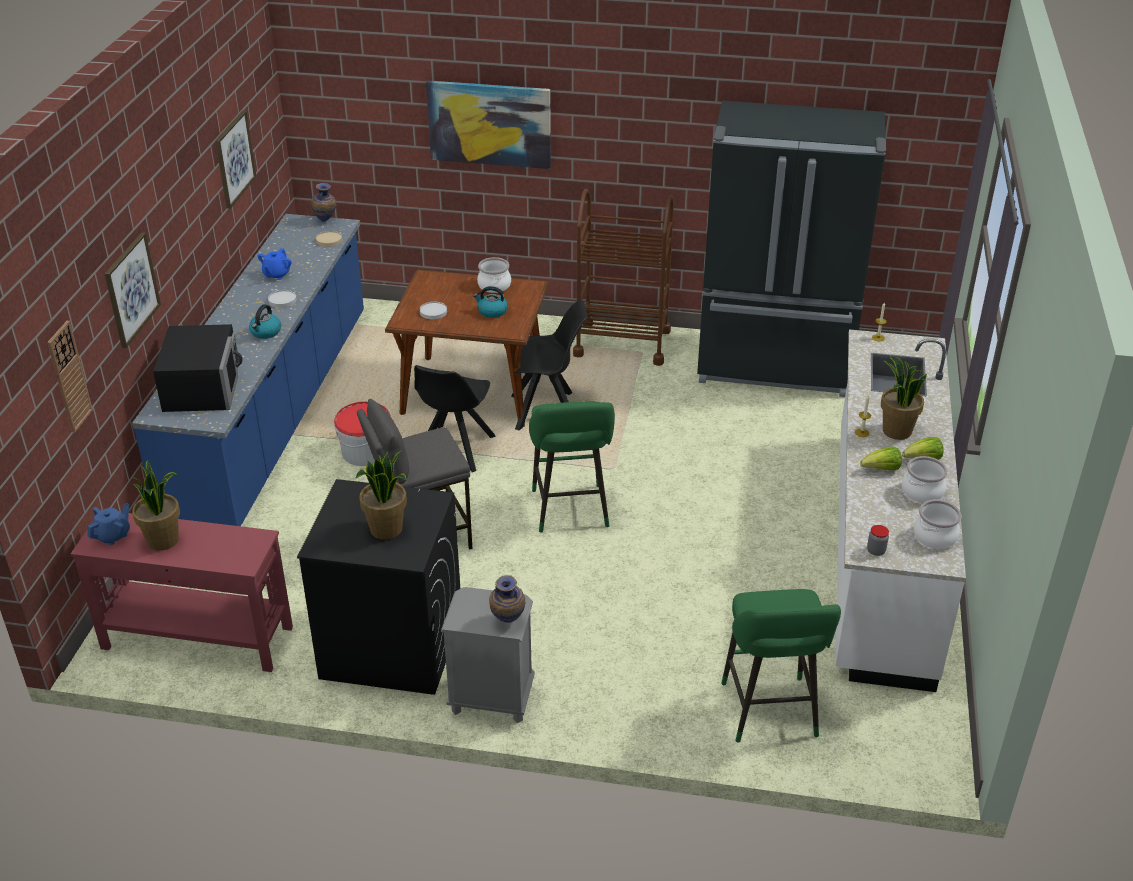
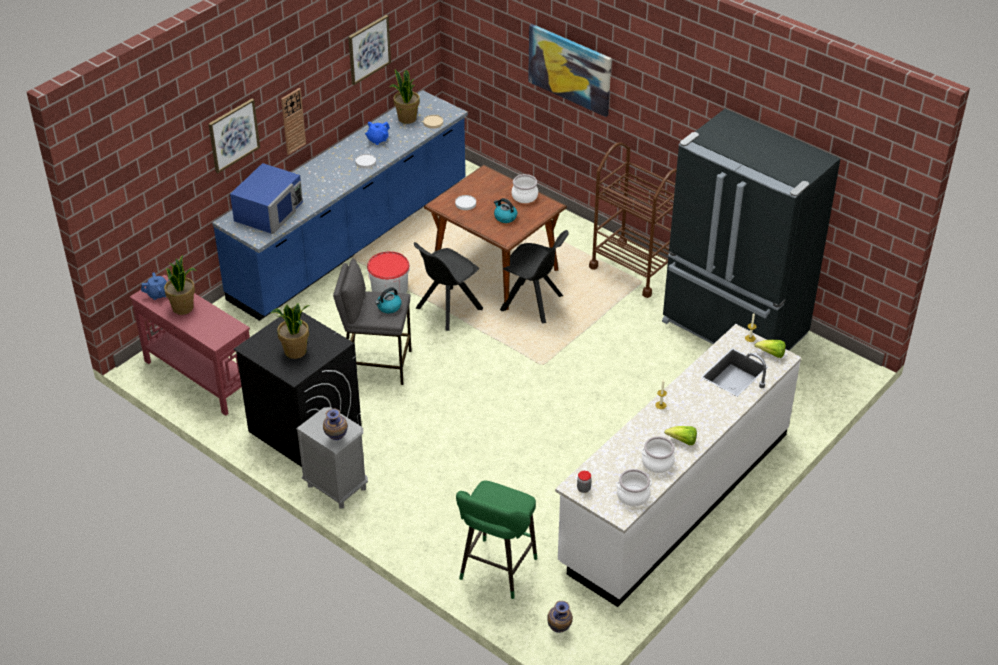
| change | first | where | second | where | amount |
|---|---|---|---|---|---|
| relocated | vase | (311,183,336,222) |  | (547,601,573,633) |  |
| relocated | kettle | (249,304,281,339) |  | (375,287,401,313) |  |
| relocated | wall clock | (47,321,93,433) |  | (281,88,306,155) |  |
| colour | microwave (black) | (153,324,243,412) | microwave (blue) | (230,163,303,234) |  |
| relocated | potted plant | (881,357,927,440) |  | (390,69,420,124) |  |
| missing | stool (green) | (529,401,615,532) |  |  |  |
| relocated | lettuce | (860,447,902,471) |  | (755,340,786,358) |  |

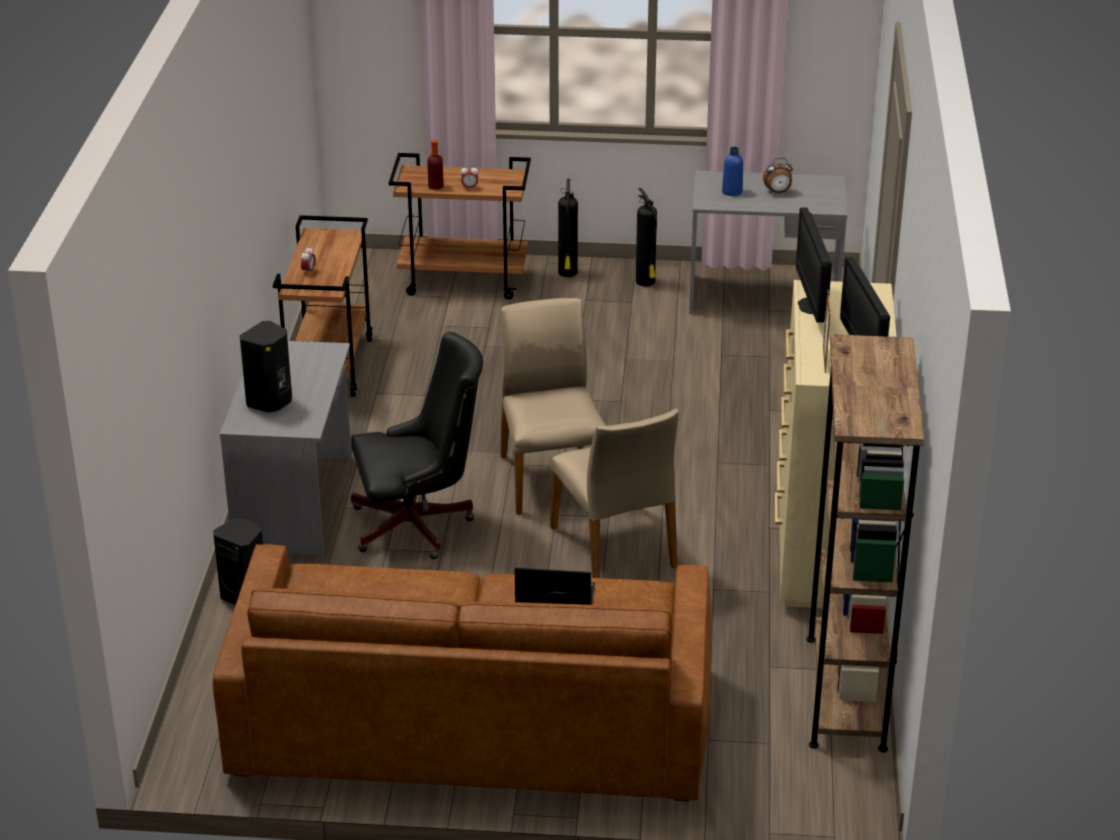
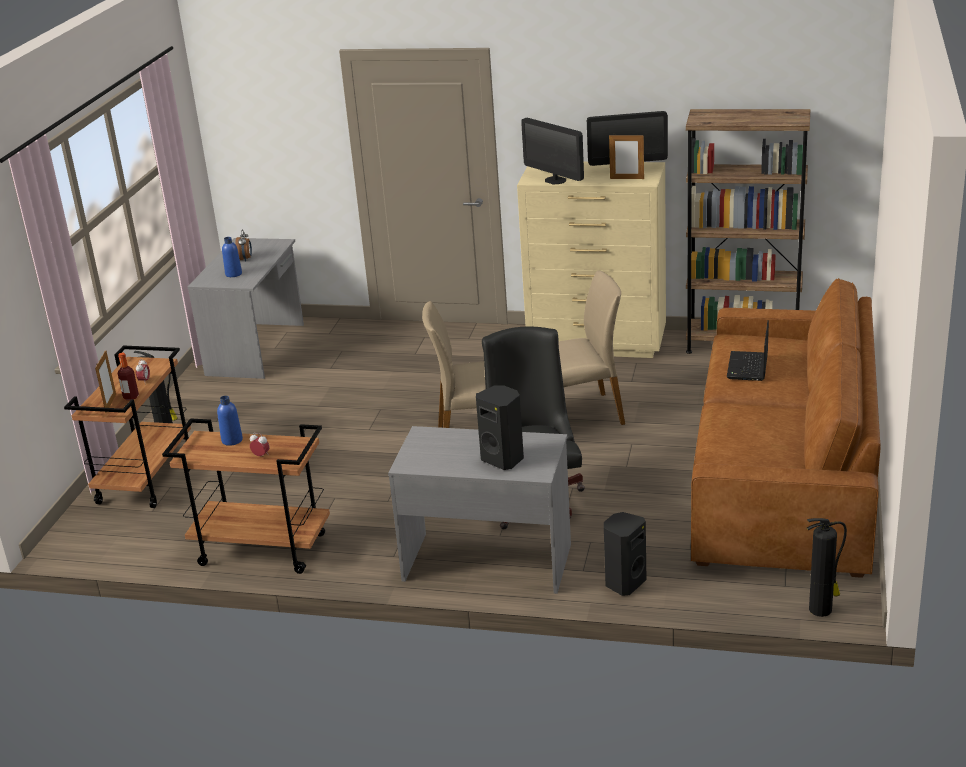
| change | first | where | second | where | amount |
|---|---|---|---|---|---|
| relocated | fire extinguisher | (636,188,657,287) |  | (807,518,847,617) |  |
| spun | monitor | (796,207,832,323) |  | (521,118,584,184) | 45 degrees clockwise |
| appeared |  |  | picture frame | (95,350,116,413) |  |
| appeared |  |  | bottle (blue) | (217,396,243,446) |  |

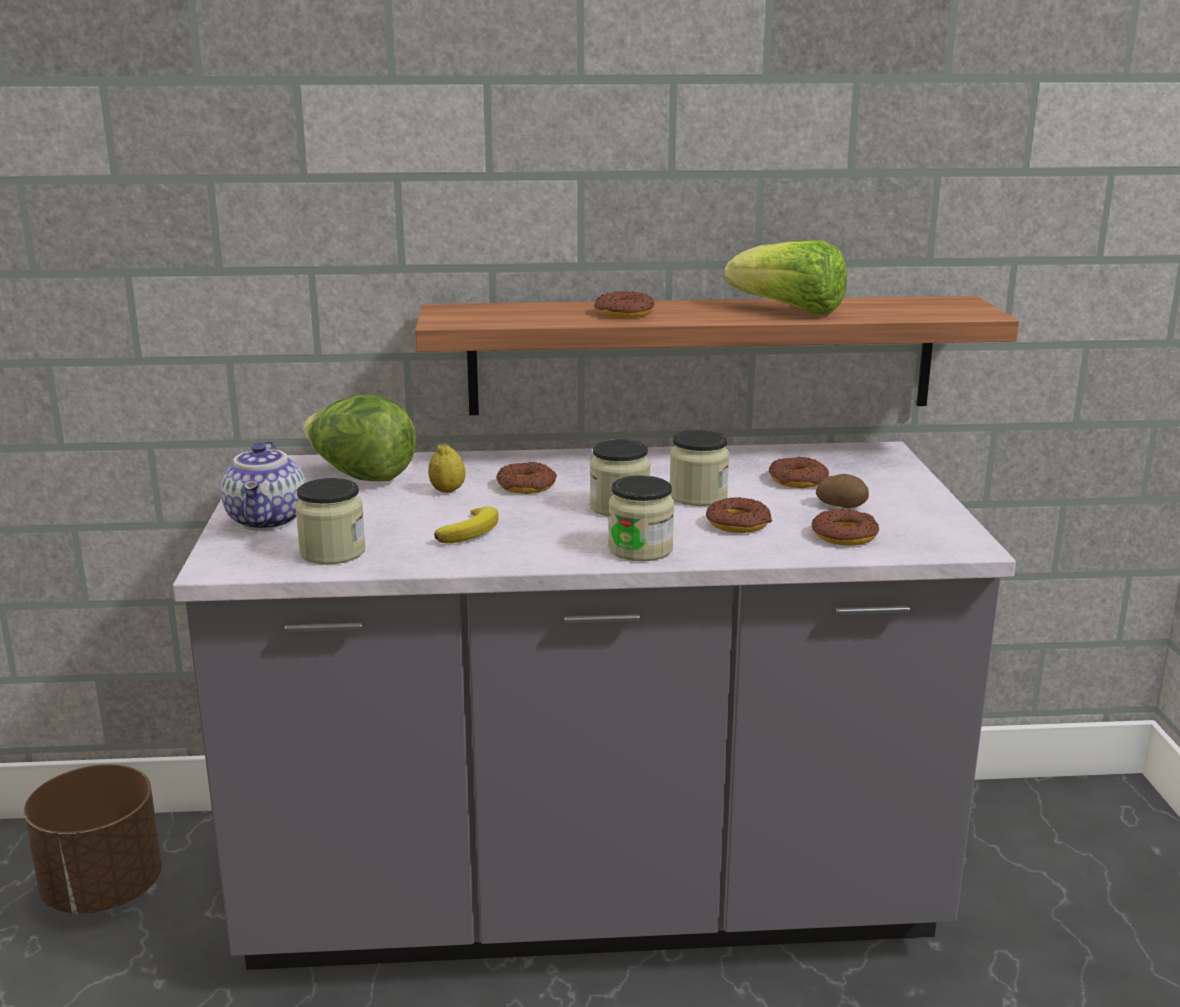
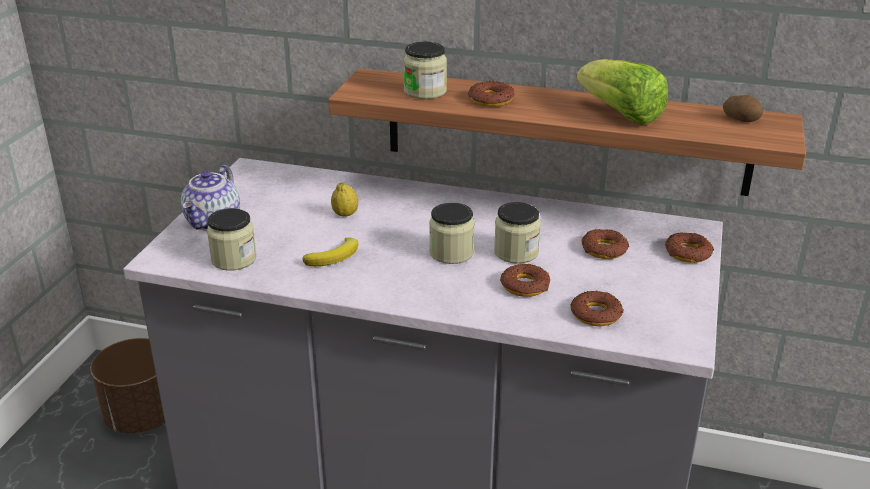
| change | first | where | second | where | amount |
|---|---|---|---|---|---|
| missing | lettuce | (303,395,416,481) |  |  |  |
| relocated | donut | (496,462,557,494) |  | (665,232,714,263) |  |
| relocated | potato | (816,474,869,508) |  | (723,95,763,122) |  |
| relocated | jar | (608,475,674,561) |  | (403,42,447,99) |  |

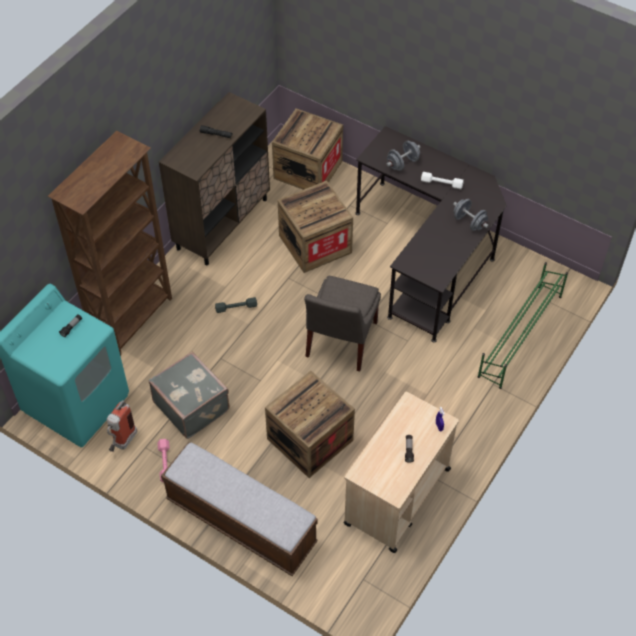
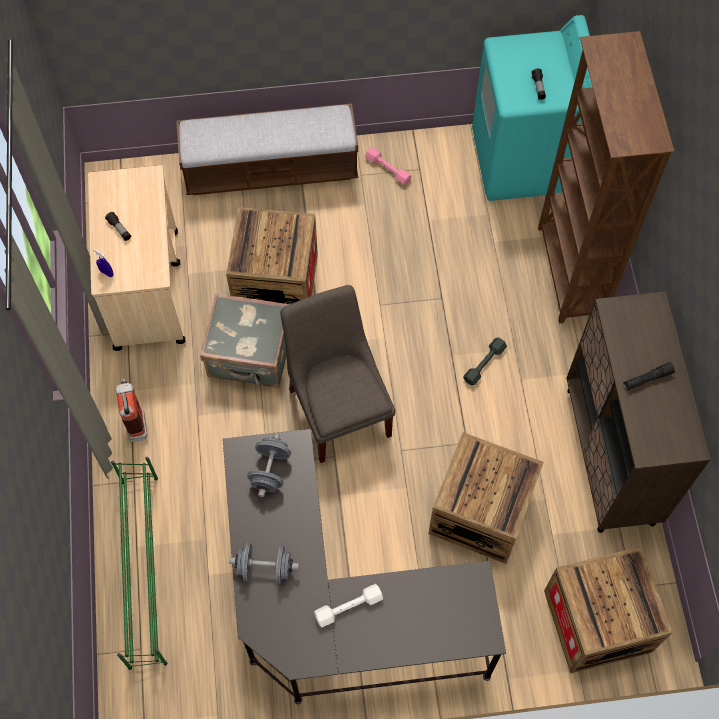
| change | first | where | second | where | amount |
|---|---|---|---|---|---|
| relocated | dumbbell (grey) | (386,141,421,171) |  | (247,433,291,497) |  |
| relocated | suitcase (grey) | (149,351,230,439) |  | (200,293,290,388) |  |
| relocated | fire extinguisher | (107,400,137,452) |  | (116,379,148,442) |  |

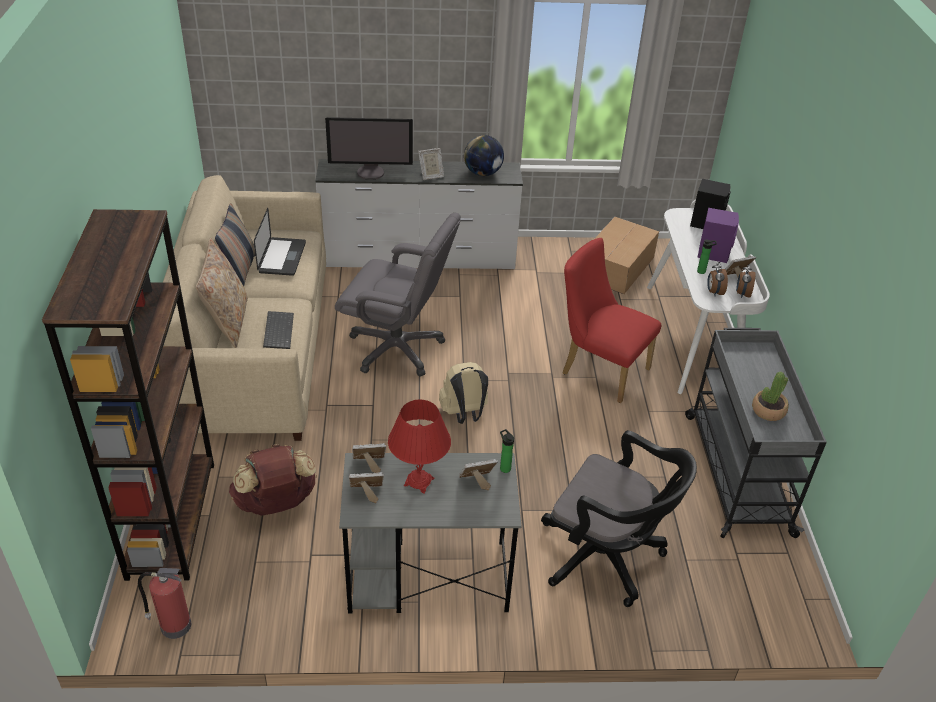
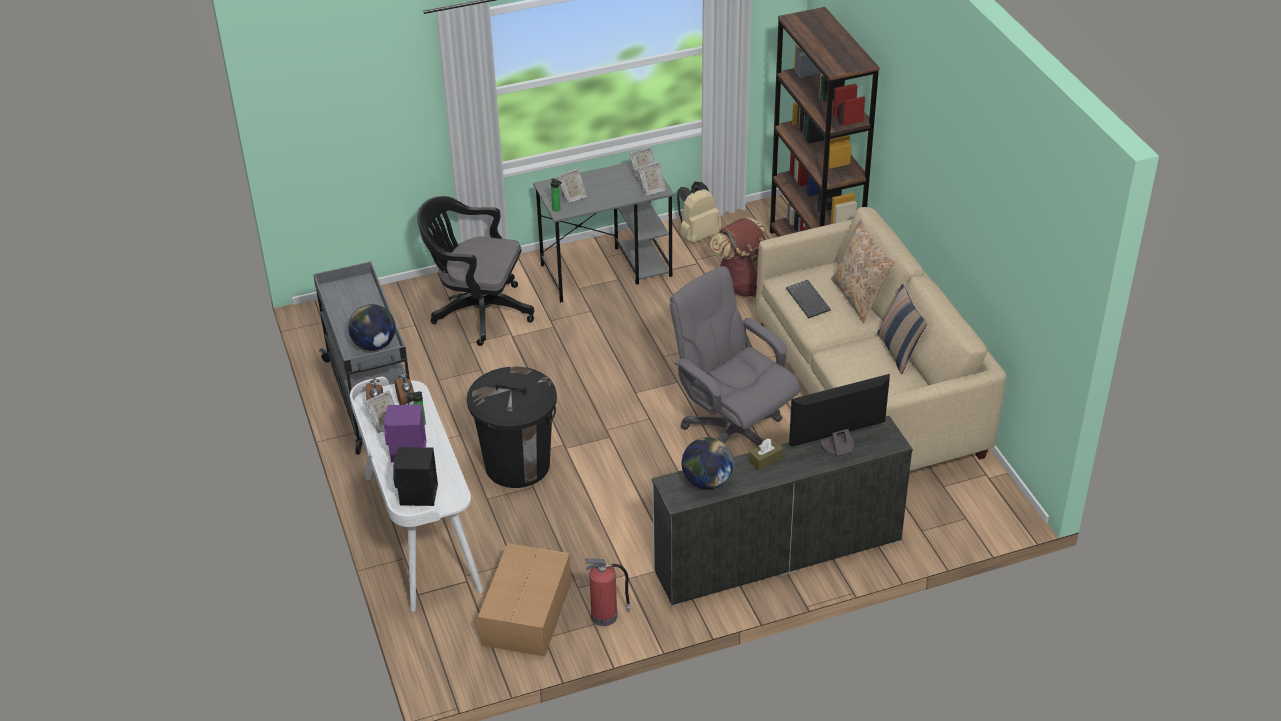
| change | first | where | second | where | amount |
|---|---|---|---|---|---|
| exchanged | picture frame | (418,148,444,180) | tissue box (brown) | (749,439,783,470) |  |
| missing | laptop | (254,208,306,276) |  |  |  |
| spun | office chair (grey) | (335,213,461,377) |  | (670,266,800,447) | 45 degrees clockwise |
| exchanged | chair (red) | (563,238,661,403) | trash can (black) | (467,367,557,488) |  |
| relocated | backpack (beige) | (439,362,488,424) |  | (677,181,721,243) |  |
| missing | potted plant | (752,372,789,421) |  |  |  |
| missing | table lamp (red) | (388,400,451,493) |  |  |  |
| relocated | fire extinguisher | (138,568,191,639) |  | (585,559,631,626) |  |
| appeared |  |  | globe | (348,304,395,351) |  |

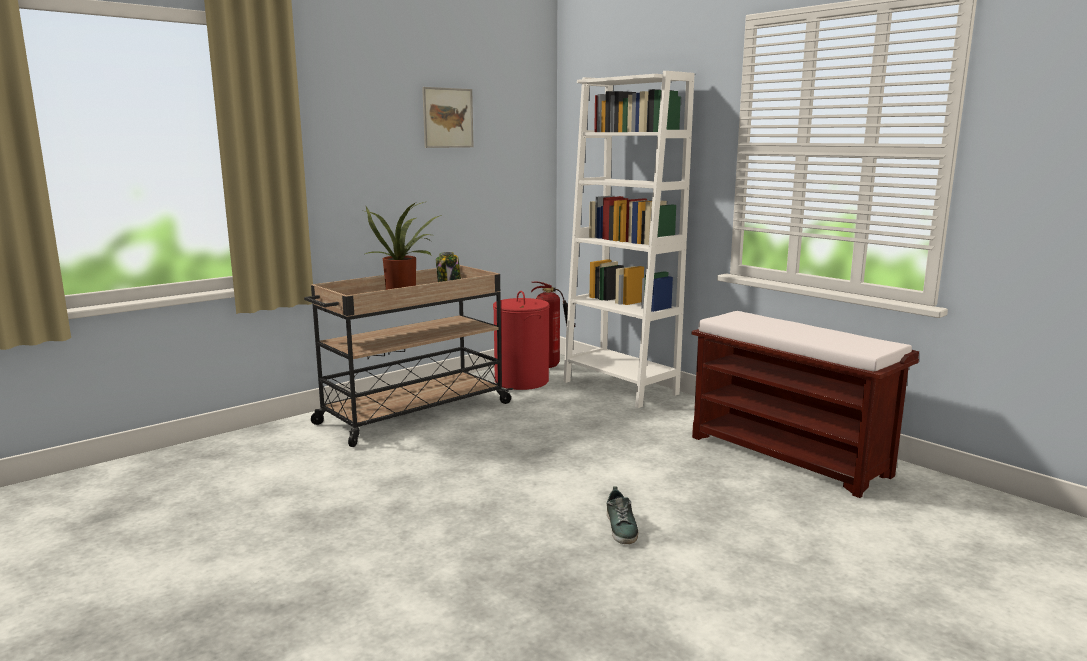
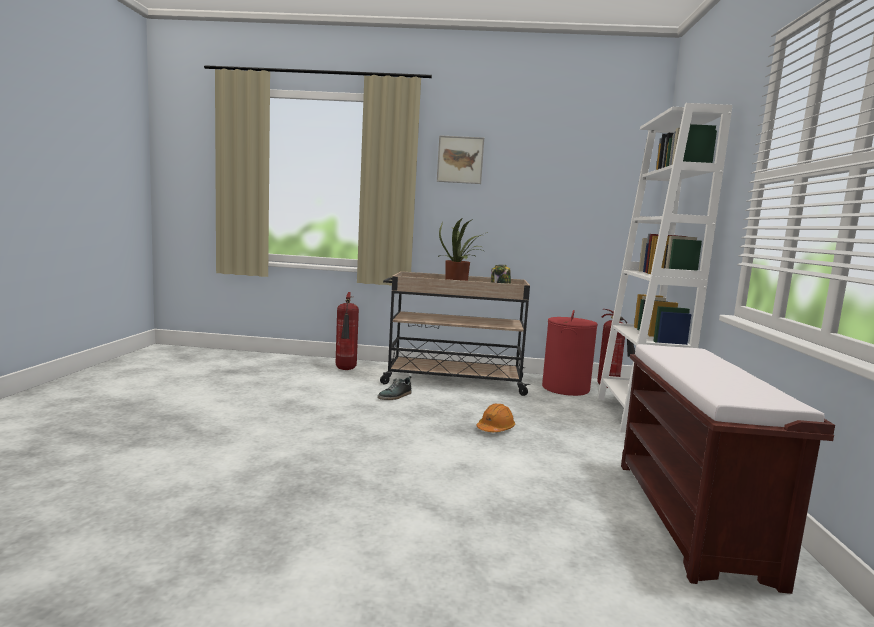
| change | first | where | second | where | amount |
|---|---|---|---|---|---|
| relocated | picture | (422,87,473,148) |  | (437,135,484,184) |  |
| relocated | shoe | (607,486,638,544) |  | (377,376,411,400) |  |
| appeared |  |  | fire extinguisher | (336,292,359,370) |  |
| appeared |  |  | hard hat (orange) | (476,403,515,432) |  |

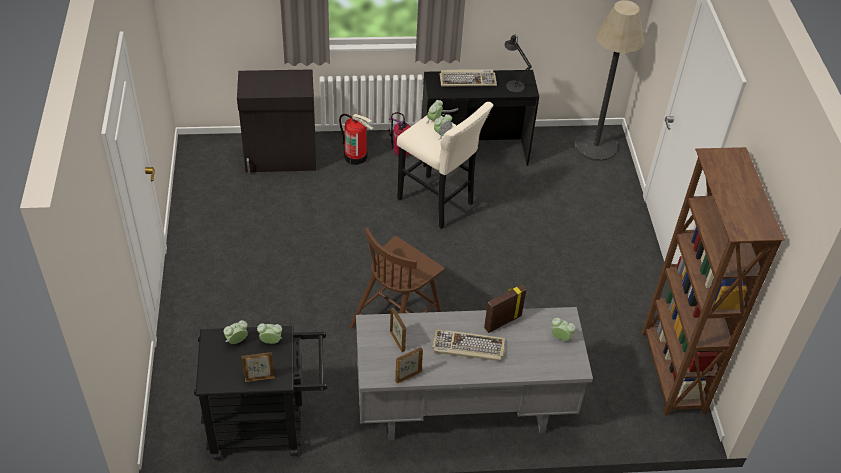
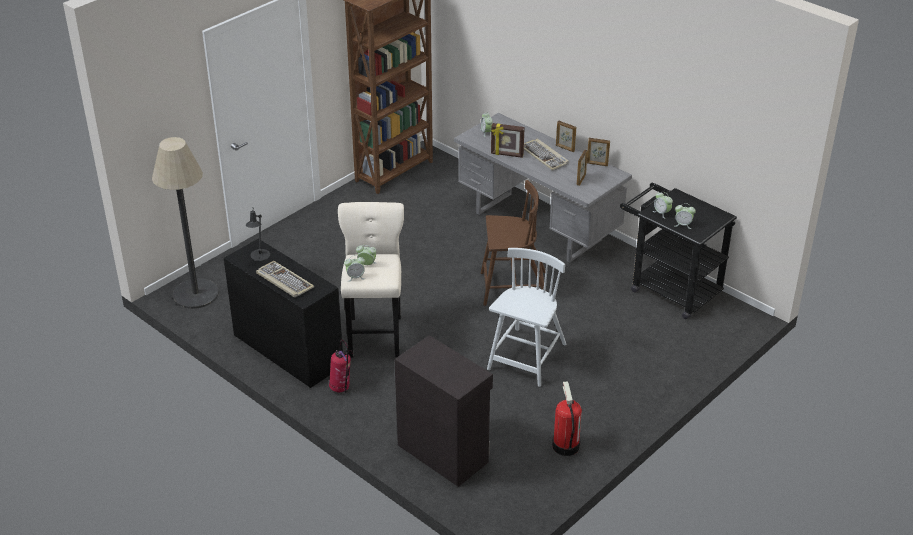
| change | first | where | second | where | amount |
|---|---|---|---|---|---|
| relocated | fire extinguisher | (339,114,373,165) |  | (552,381,582,456) |  |
| relocated | picture frame | (242,352,275,382) |  | (556,121,576,152) |  |
| appeared |  |  | chair (white) | (487,248,566,387) |  |

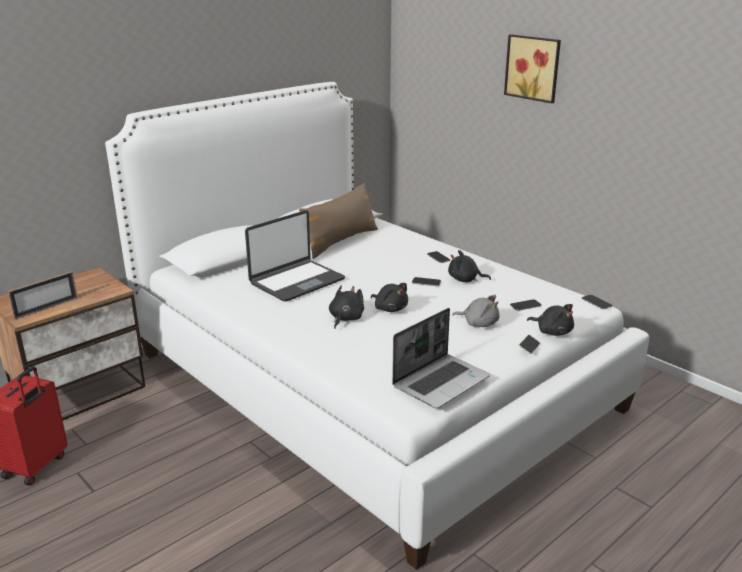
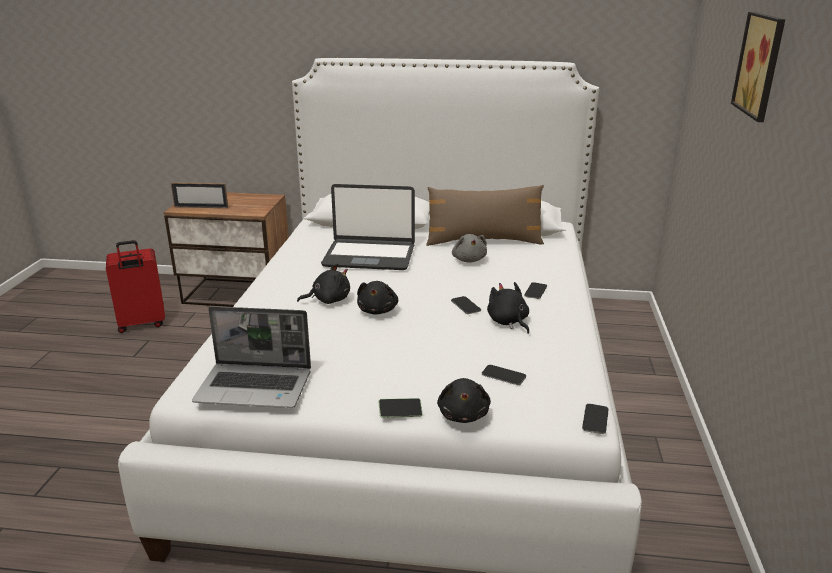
| change | first | where | second | where | amount |
|---|---|---|---|---|---|
| relocated | plush toy (grey) | (452,295,500,327) |  | (452,234,487,263) |  |

